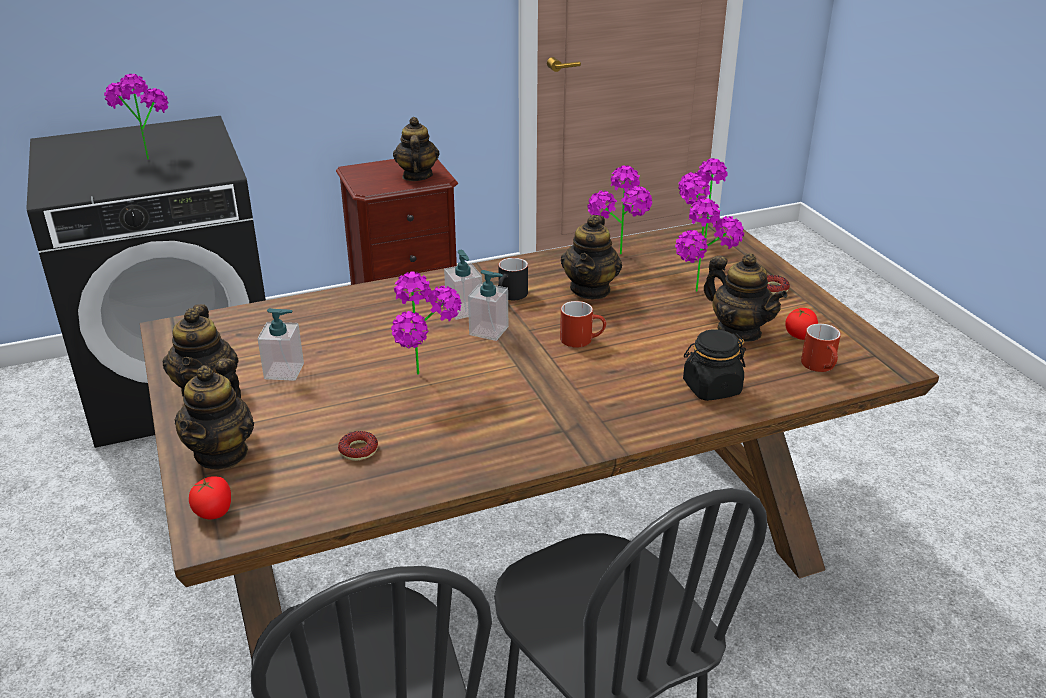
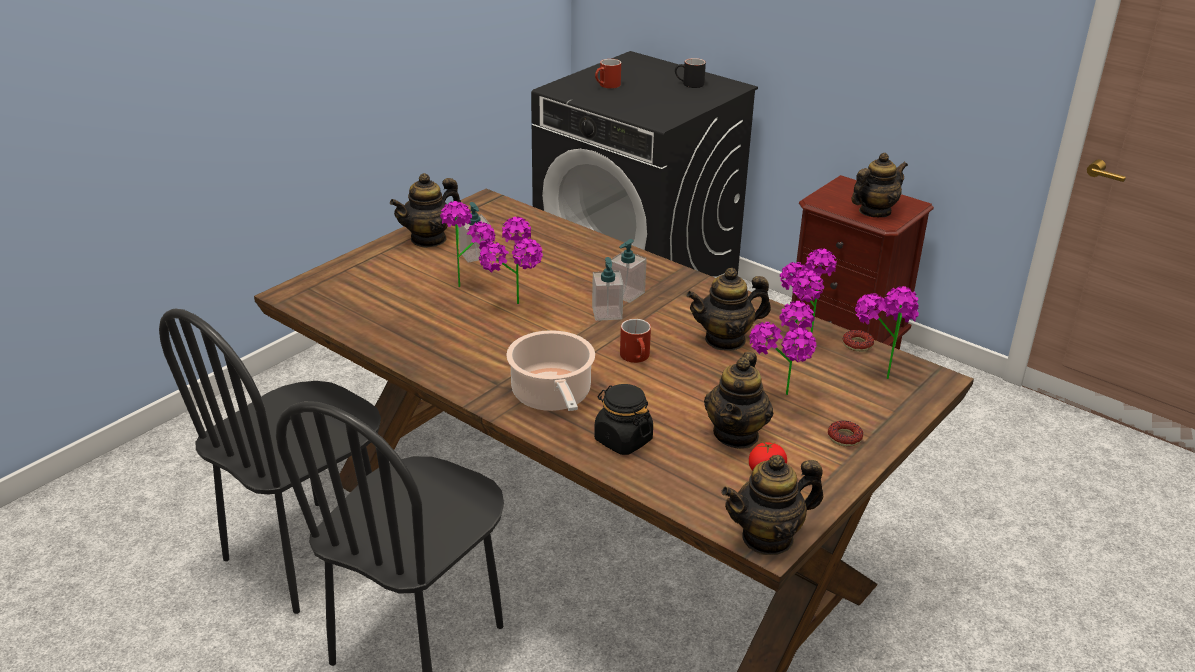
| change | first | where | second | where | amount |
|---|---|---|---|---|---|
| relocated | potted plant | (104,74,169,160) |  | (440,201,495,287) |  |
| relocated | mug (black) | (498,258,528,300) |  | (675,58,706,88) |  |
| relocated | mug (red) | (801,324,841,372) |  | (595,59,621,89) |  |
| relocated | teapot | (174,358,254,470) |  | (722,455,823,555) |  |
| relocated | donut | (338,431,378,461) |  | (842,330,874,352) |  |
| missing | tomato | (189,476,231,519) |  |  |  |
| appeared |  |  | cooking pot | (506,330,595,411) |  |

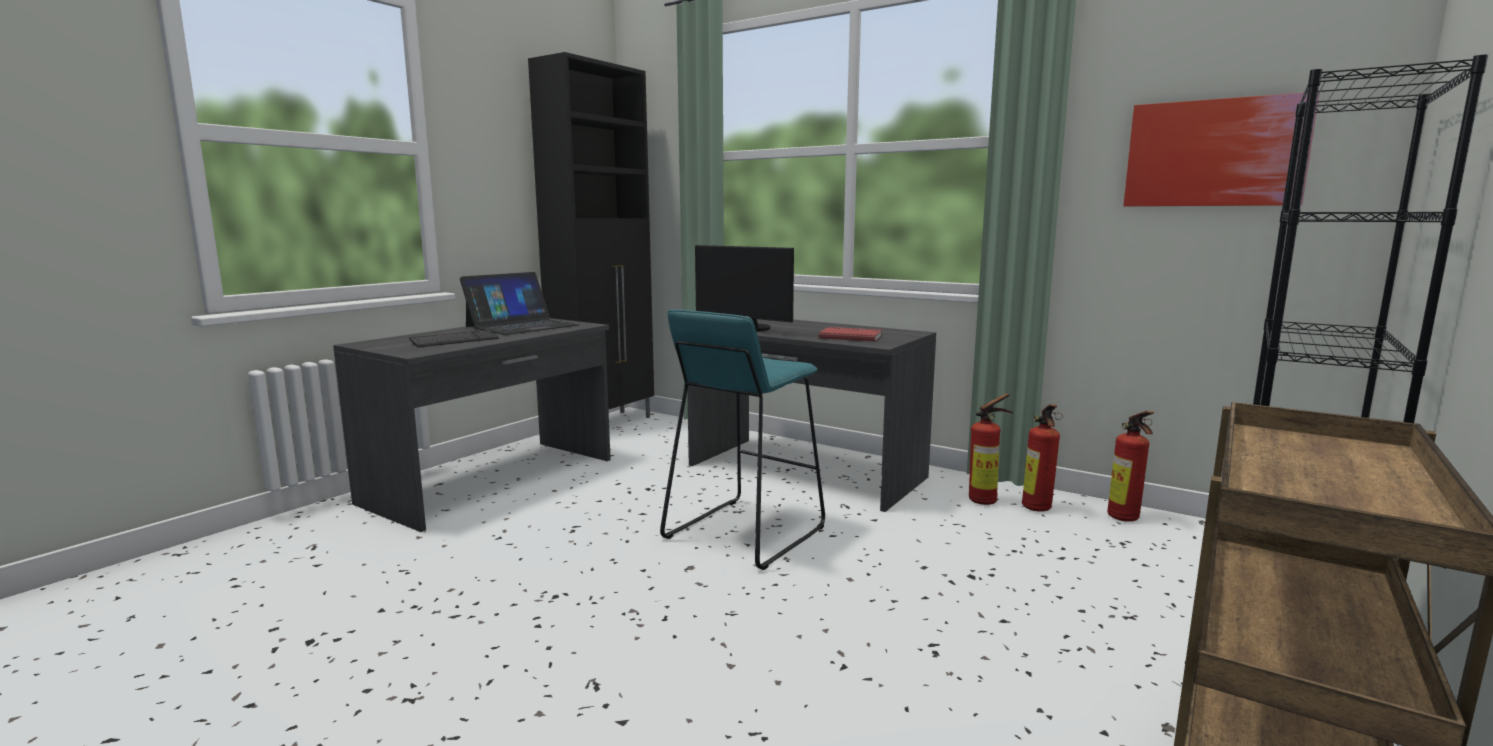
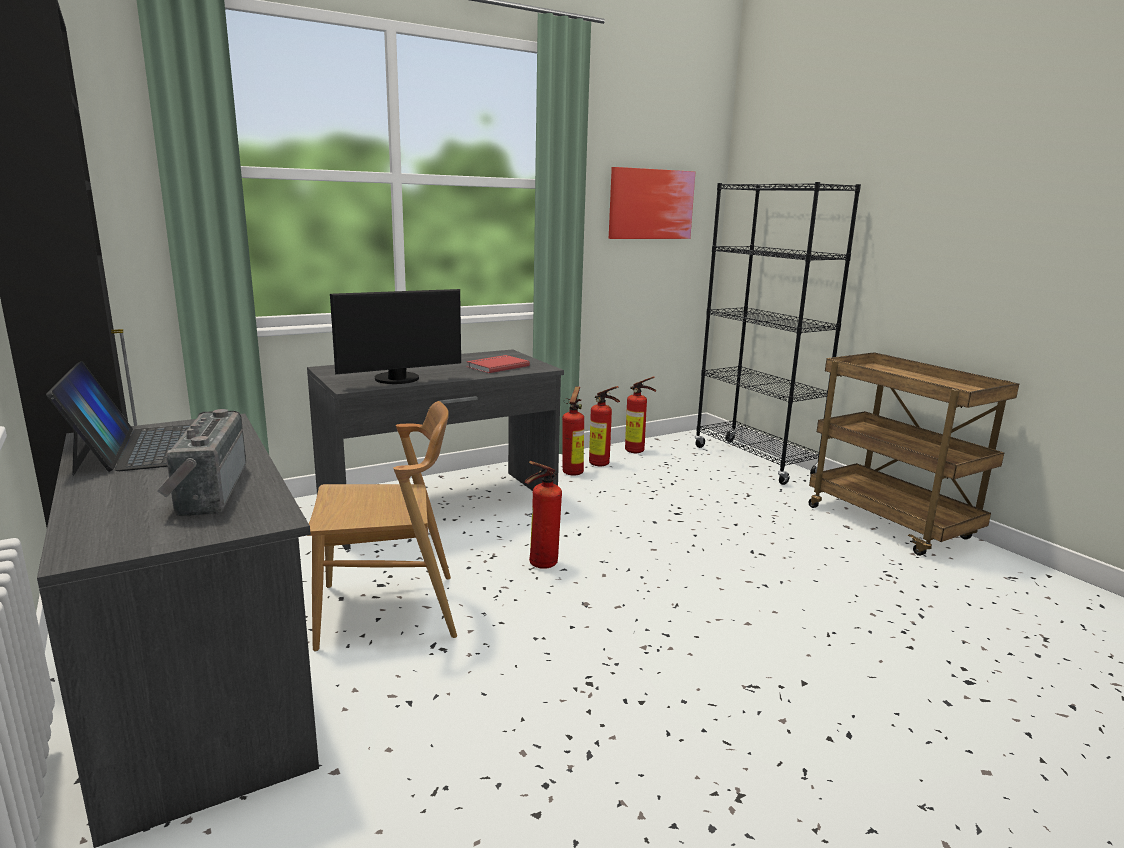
| change | first | where | second | where | amount |
|---|---|---|---|---|---|
| exchanged | stool (turquoise) | (660,309,825,570) | fire extinguisher | (524,461,562,569) |  |
| exchanged | keyboard | (409,330,499,347) | radio | (157,409,246,516) |  |
| appeared |  |  | chair (brown) | (307,401,457,652) |  |

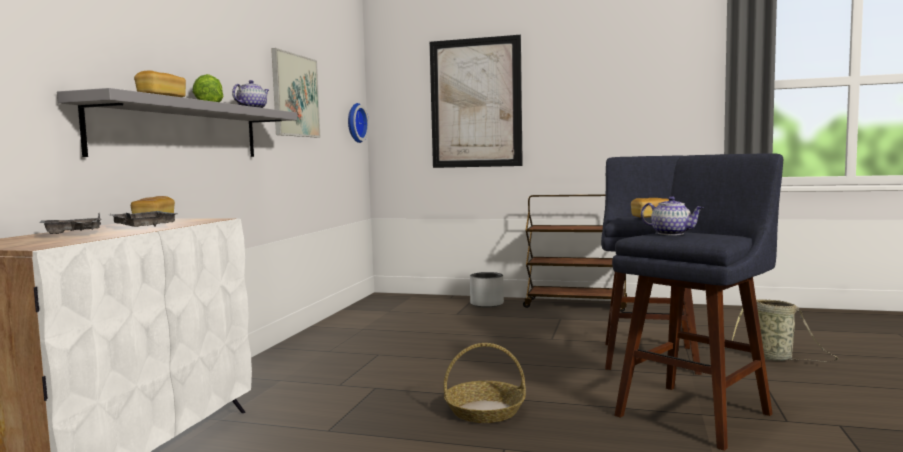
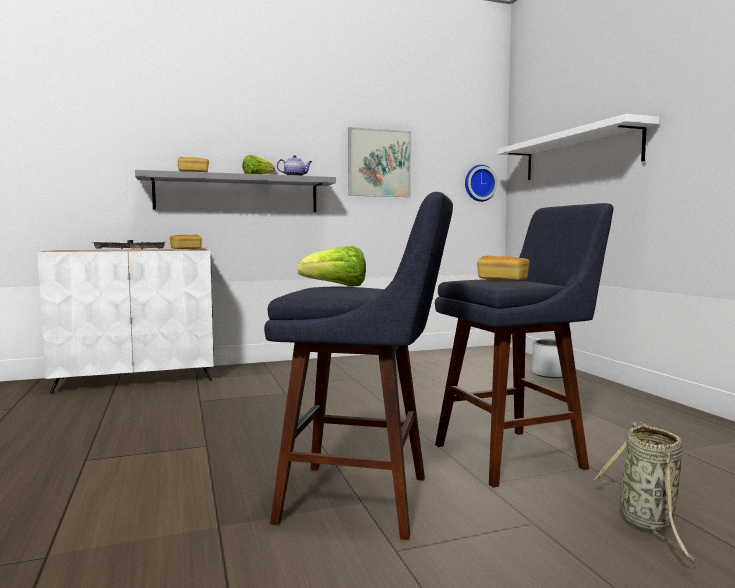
| change | first | where | second | where | amount |
|---|---|---|---|---|---|
| exchanged | picture | (430,35,523,168) | shelf (white) | (497,114,659,180) |  |
| missing | cart (brown) | (523,194,627,312) |  |  |  |
| exchanged | teapot | (641,196,704,235) | lettuce | (298,246,366,287) |  |
| missing | basket | (444,343,526,423) |  |  |  |

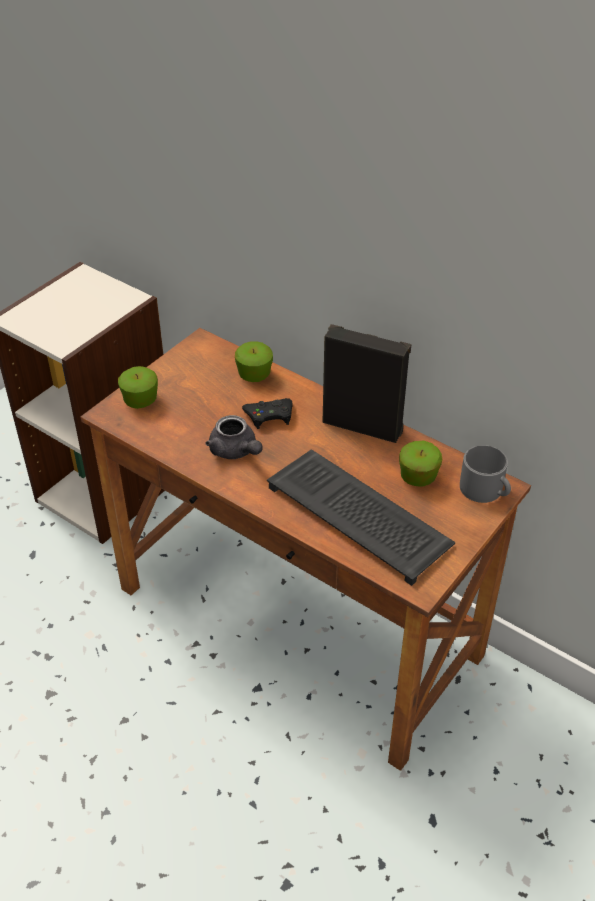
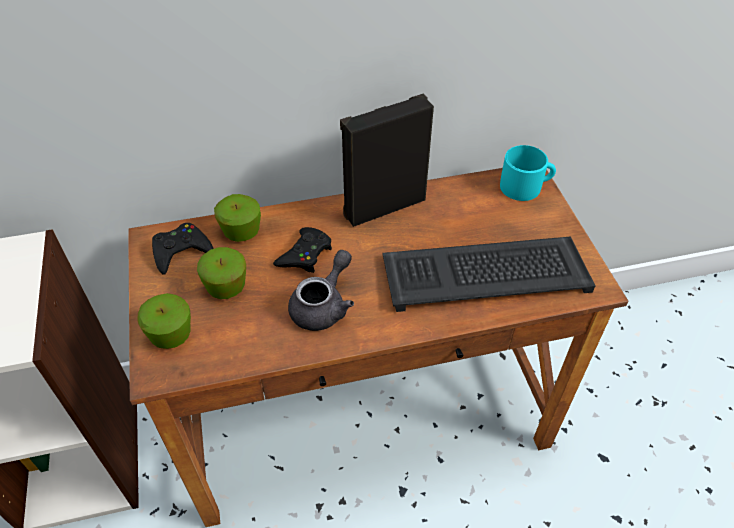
| change | first | where | second | where | amount |
|---|---|---|---|---|---|
| spun | teapot (grey) | (206,415,262,459) |  | (288,250,354,331) | 60 degrees counterclockwise |
| relocated | apple | (399,441,442,487) |  | (197,247,246,299) |  |
| colour | mug (grey) | (460,445,511,503) | mug (turquoise) | (500,145,556,201) |  |
| appeared |  |  | game controller (black) | (152,223,214,275) |  |

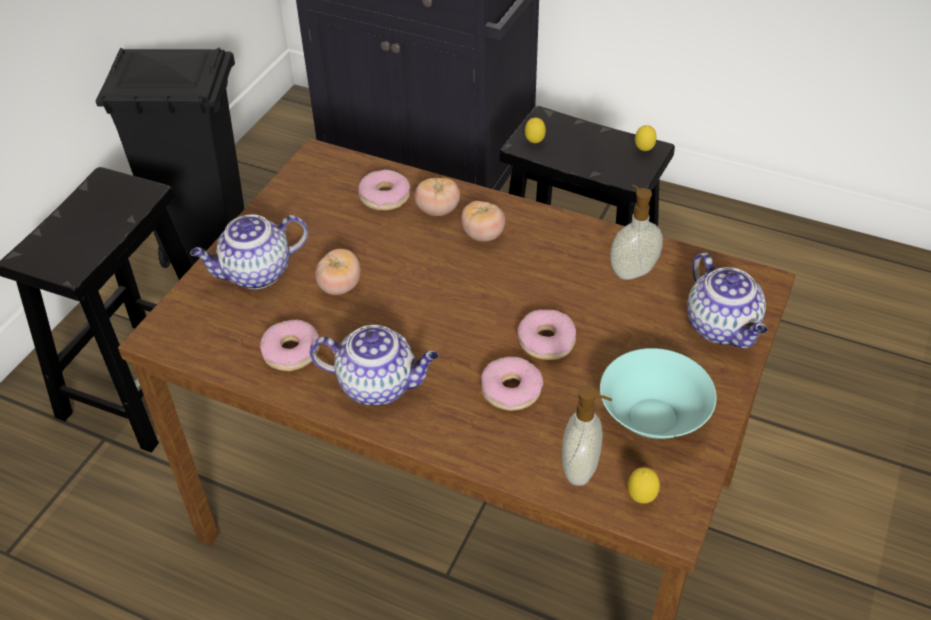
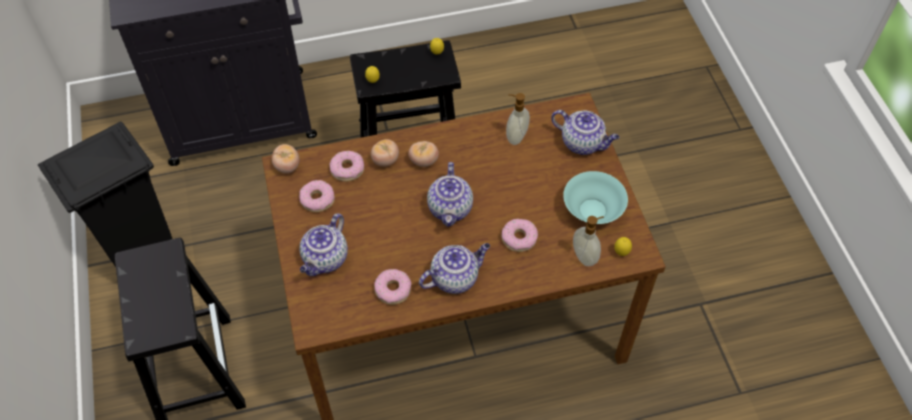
| change | first | where | second | where | amount |
|---|---|---|---|---|---|
| relocated | tomato | (315,249,361,295) |  | (272,144,300,174) |  |
| relocated | donut | (517,309,576,360) |  | (299,180,335,212) |  |
| appeared |  |  | teapot | (427,162,473,227) |  |

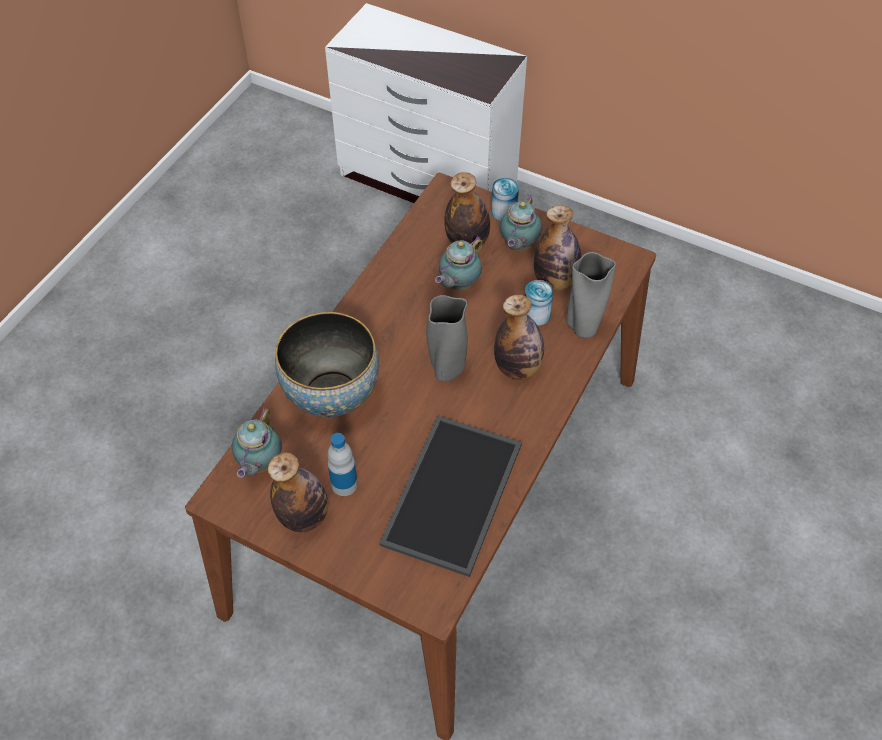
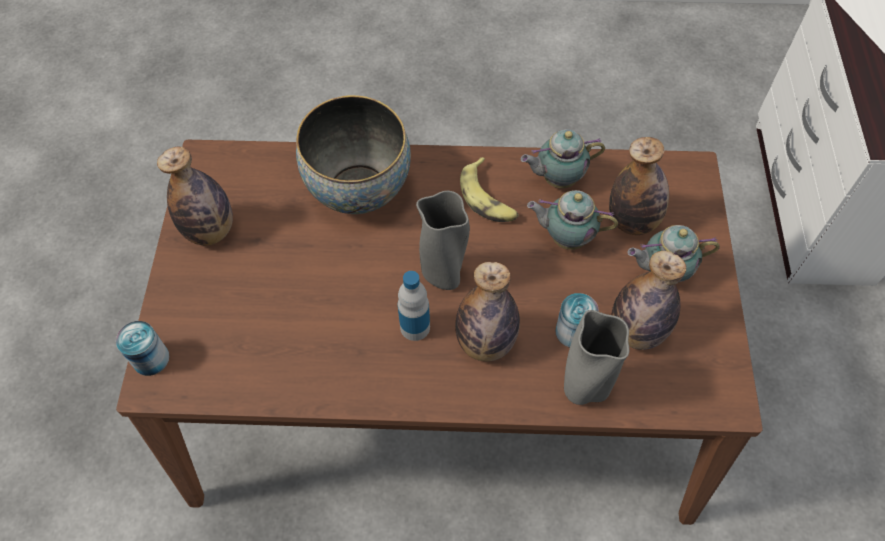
| change | first | where | second | where | amount |
|---|---|---|---|---|---|
| relocated | can | (491,178,519,221) |  | (116,321,170,376) |  |
| relocated | teapot | (232,407,282,478) |  | (521,129,605,188) |  |
| missing | tray | (379,416,522,577) |  |  |  |
| relocated | bottle | (327,433,358,496) |  | (398,271,430,341) |  |
| appeared |  |  | banana | (460,157,519,222) |  |

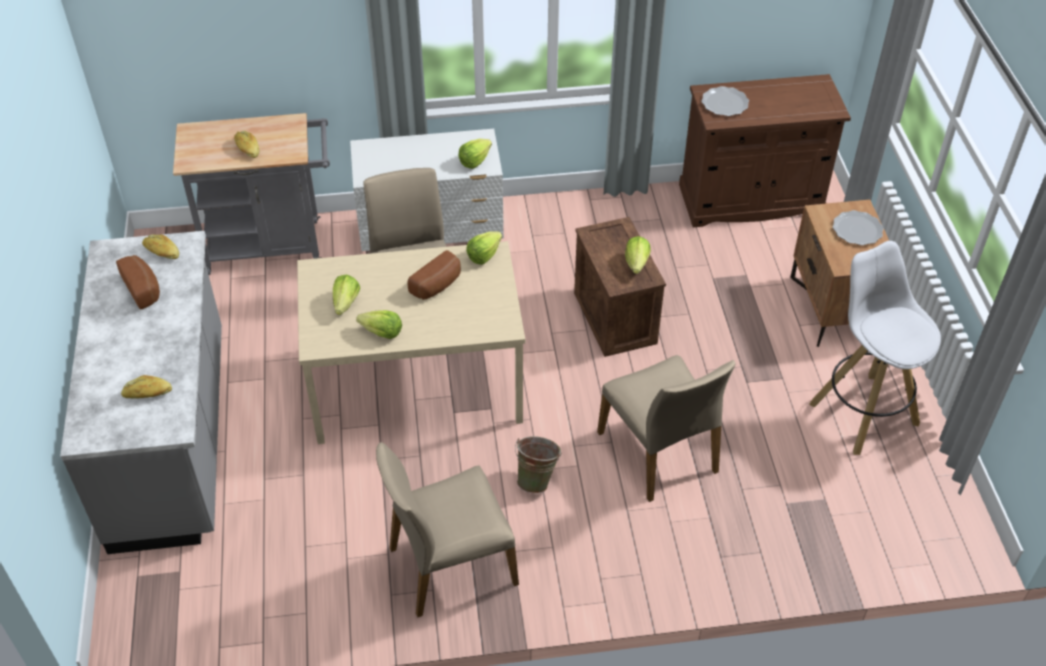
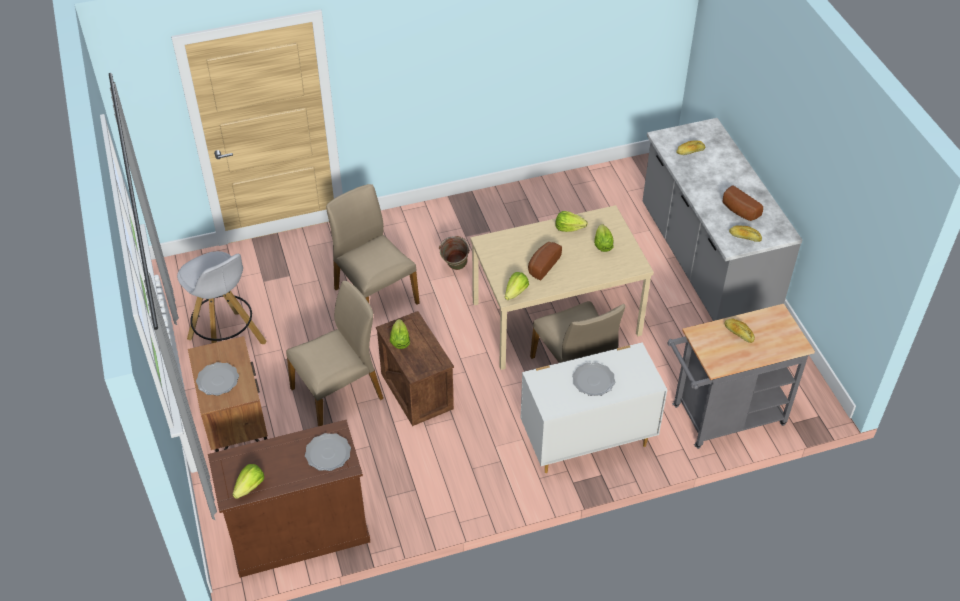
| change | first | where | second | where | amount |
|---|---|---|---|---|---|
| relocated | lettuce | (458,139,492,169) |  | (232,464,264,499) |  |
| relocated | chair (beige) | (376,442,519,617) |  | (286,281,383,426) |  |
| appeared |  |  | plate | (572,362,615,396) |  |

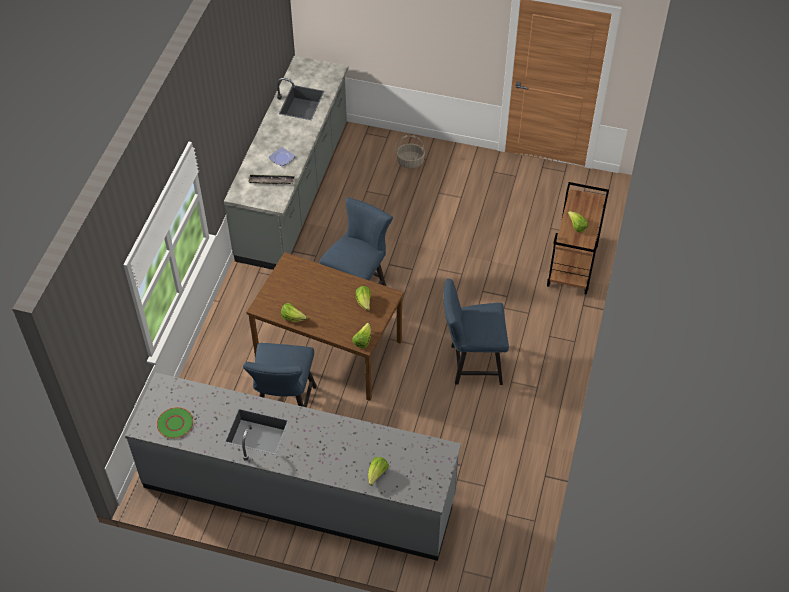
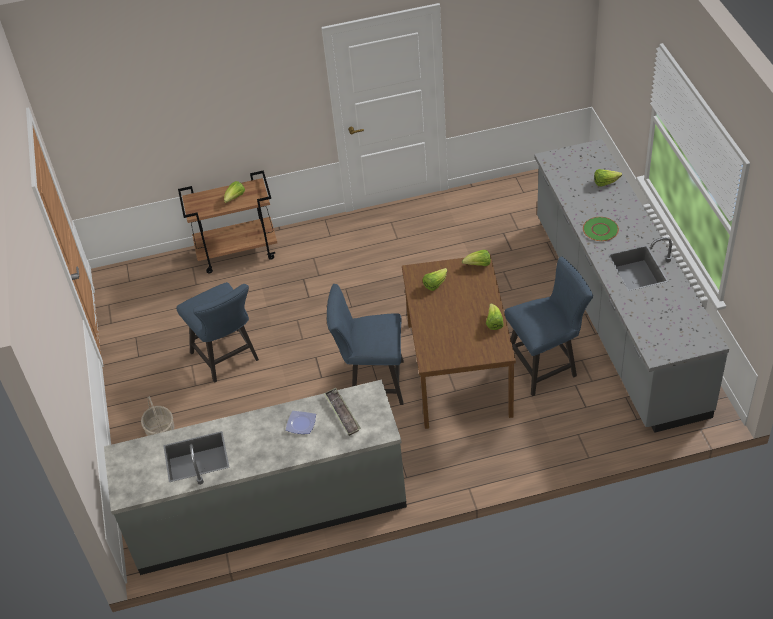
| change | first | where | second | where | amount |
|---|---|---|---|---|---|
| relocated | chair (blue) | (443,278,509,385) |  | (176,282,259,382) |  |
| relocated | plate (green) | (157,407,193,439) |  | (583,217,619,241) |  |

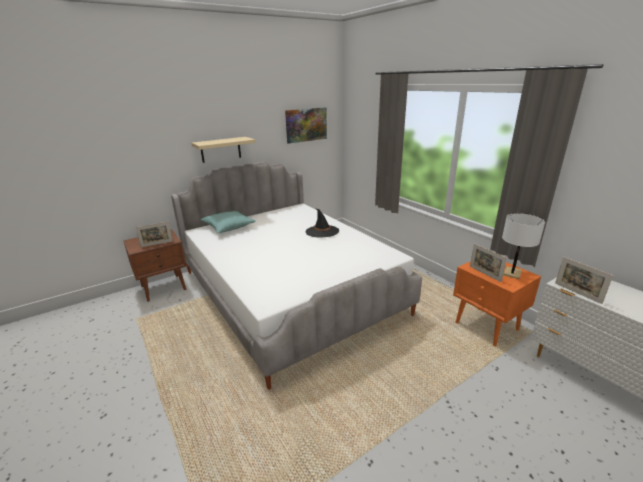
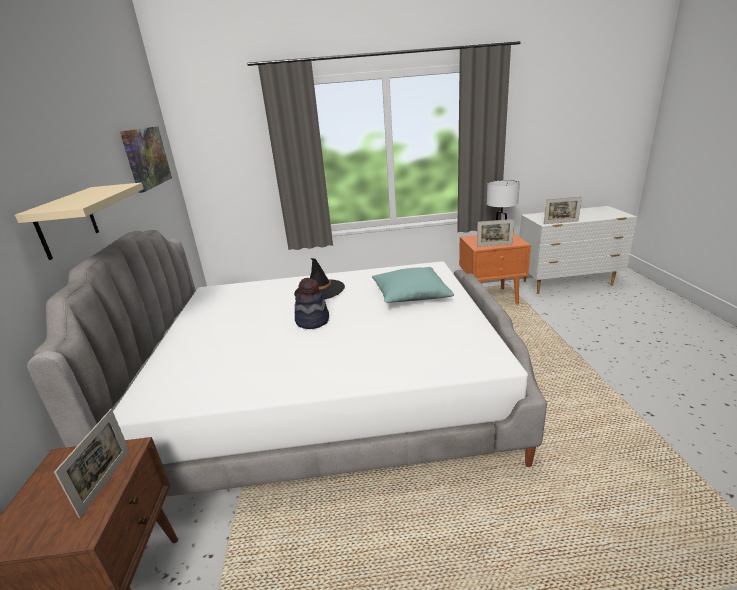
| change | first | where | second | where | amount |
|---|---|---|---|---|---|
| relocated | pillow (turquoise) | (201,211,255,234) |  | (372,267,454,303) |  |
| appeared |  |  | hat | (295,278,329,329) |  |

